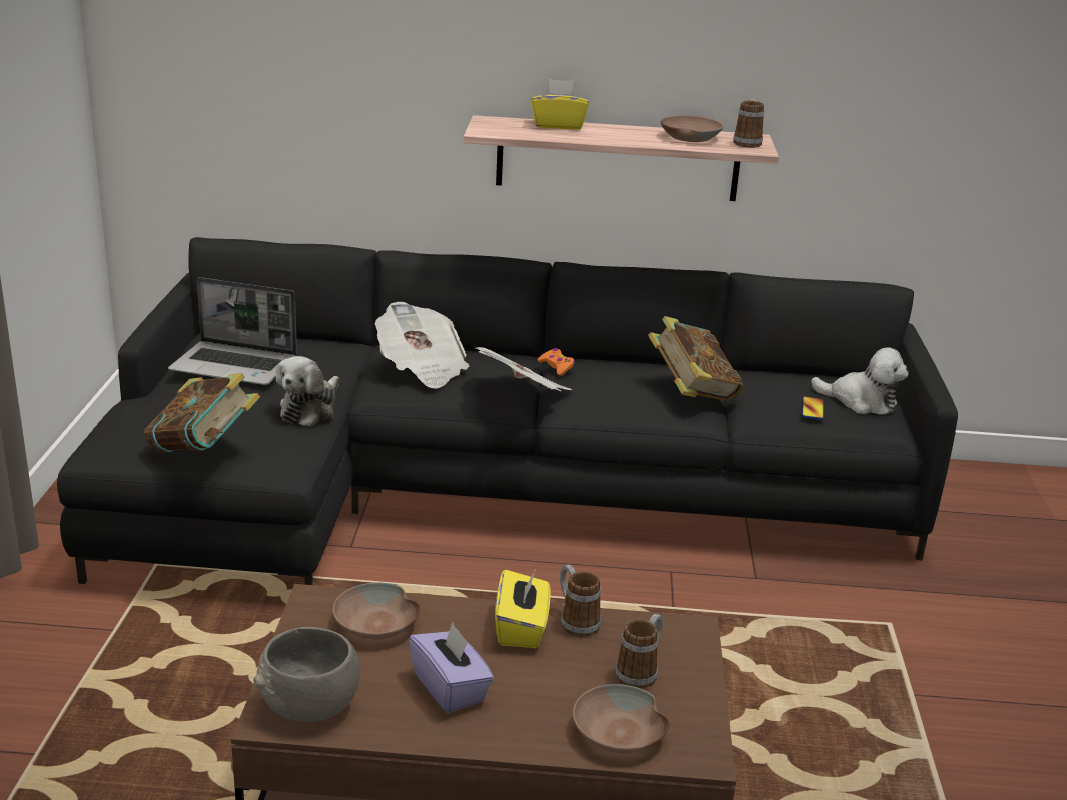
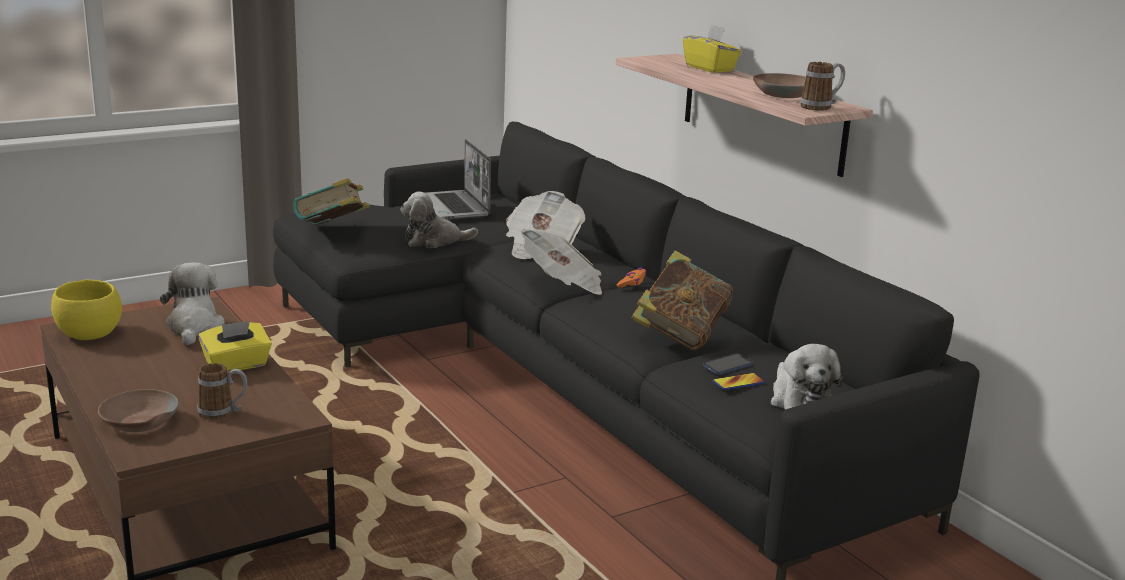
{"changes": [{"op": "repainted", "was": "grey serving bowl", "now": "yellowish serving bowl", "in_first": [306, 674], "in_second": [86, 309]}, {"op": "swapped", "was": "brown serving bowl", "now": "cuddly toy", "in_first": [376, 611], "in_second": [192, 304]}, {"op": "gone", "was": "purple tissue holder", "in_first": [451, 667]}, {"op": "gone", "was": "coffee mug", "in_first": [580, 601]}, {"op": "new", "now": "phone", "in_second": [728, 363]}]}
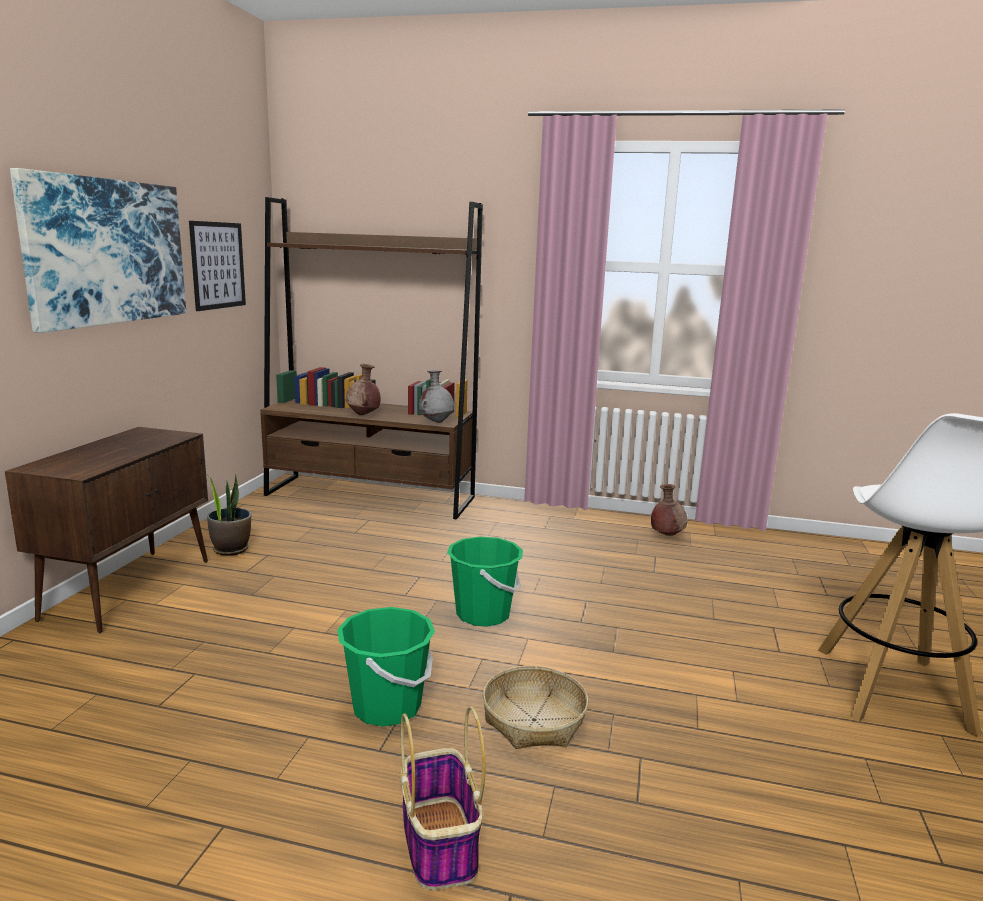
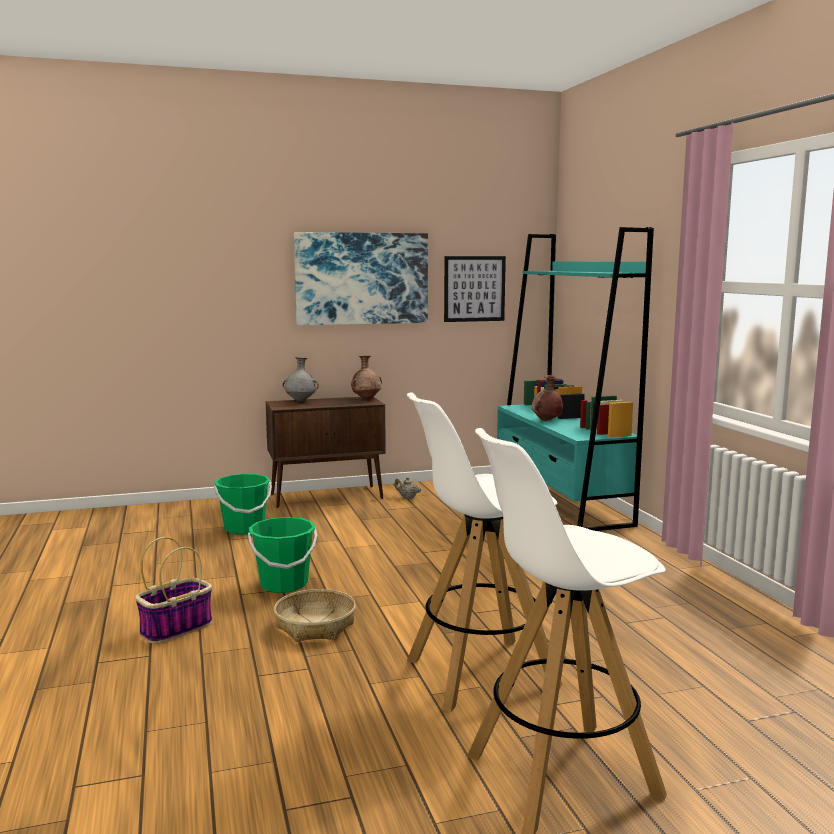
{"changes": [{"op": "swapped", "was": "potted plant", "now": "beige-coloured teapot", "in_first": [229, 515], "in_second": [408, 488]}, {"op": "repainted", "was": "brown bookshelf", "now": "turquoise bookshelf", "in_first": [371, 358], "in_second": [575, 379]}, {"op": "shifted", "was": "grey flower vase", "in_first": [436, 396], "in_second": [300, 379]}, {"op": "shifted", "was": "green-coloured pail", "in_first": [485, 582], "in_second": [243, 504]}, {"op": "shifted", "was": "brown flower vase", "in_first": [669, 510], "in_second": [366, 377]}, {"op": "new", "now": "white stool seat", "in_second": [484, 552]}]}
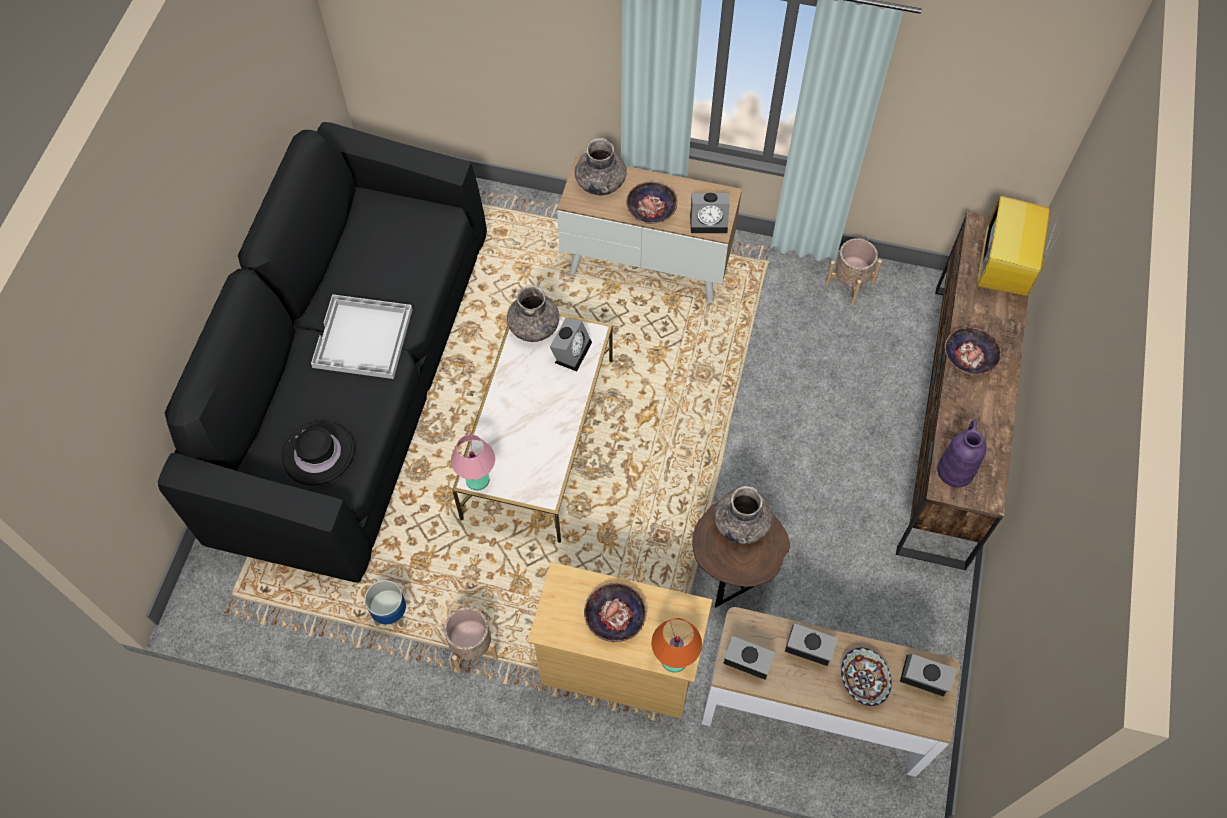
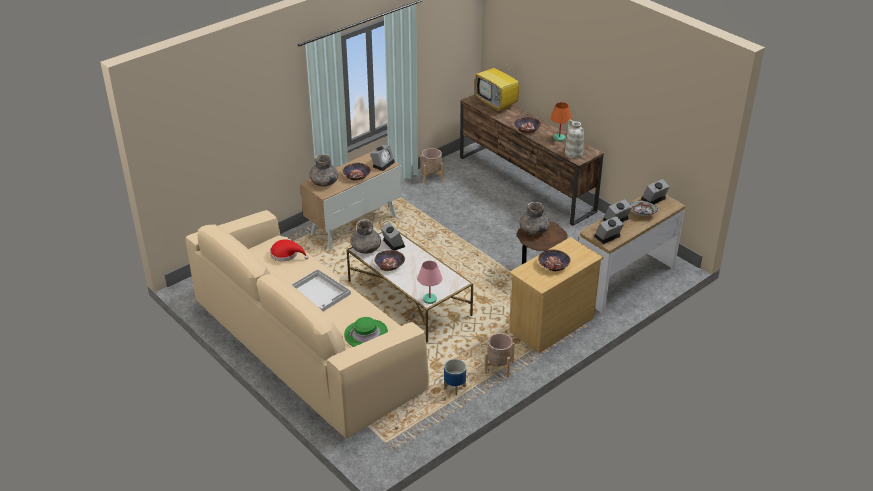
{"changes": [{"op": "repainted", "was": "blackish sofa", "now": "beige-coloured sofa", "in_first": [322, 352], "in_second": [307, 324]}, {"op": "repainted", "was": "blackish clothing hat", "now": "green-coloured clothing hat", "in_first": [318, 453], "in_second": [366, 332]}, {"op": "shifted", "was": "orange tabletop lamp", "in_first": [676, 645], "in_second": [561, 122]}, {"op": "repainted", "was": "purple flower vase", "now": "white flower vase", "in_first": [961, 453], "in_second": [574, 139]}, {"op": "new", "now": "red clothing hat", "in_second": [289, 250]}, {"op": "new", "now": "serving bowl", "in_second": [389, 260]}]}
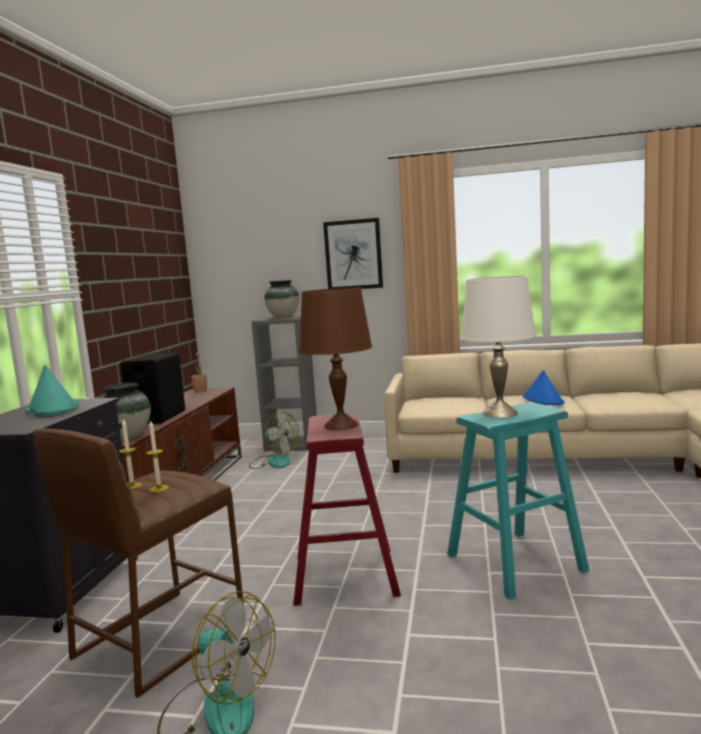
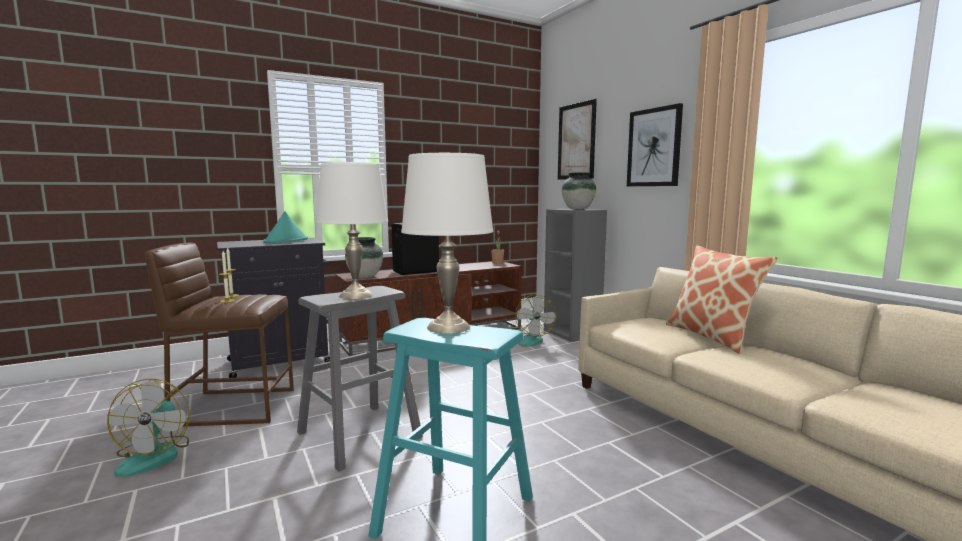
{"changes": [{"op": "repainted", "was": "red stool seat", "now": "grey stool seat", "in_first": [347, 509], "in_second": [360, 379]}, {"op": "repainted", "was": "brown tabletop lamp", "now": "white tabletop lamp", "in_first": [335, 358], "in_second": [352, 231]}, {"op": "gone", "was": "blue clothing hat", "in_first": [543, 387]}, {"op": "new", "now": "wall picture", "in_second": [577, 139]}, {"op": "new", "now": "pillow", "in_second": [722, 299]}]}
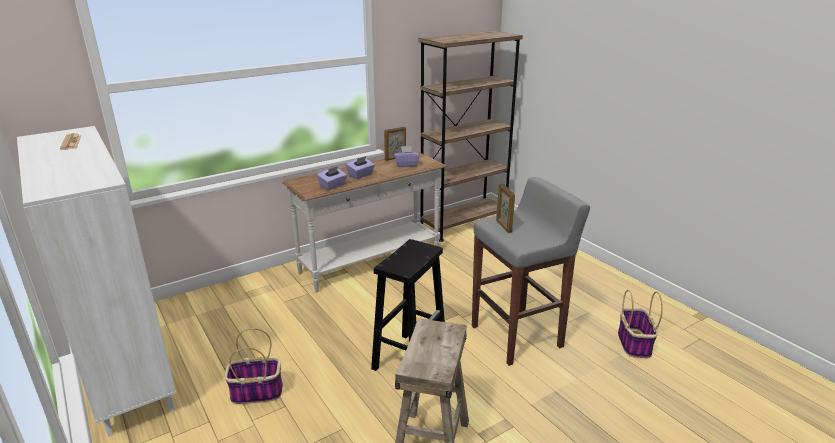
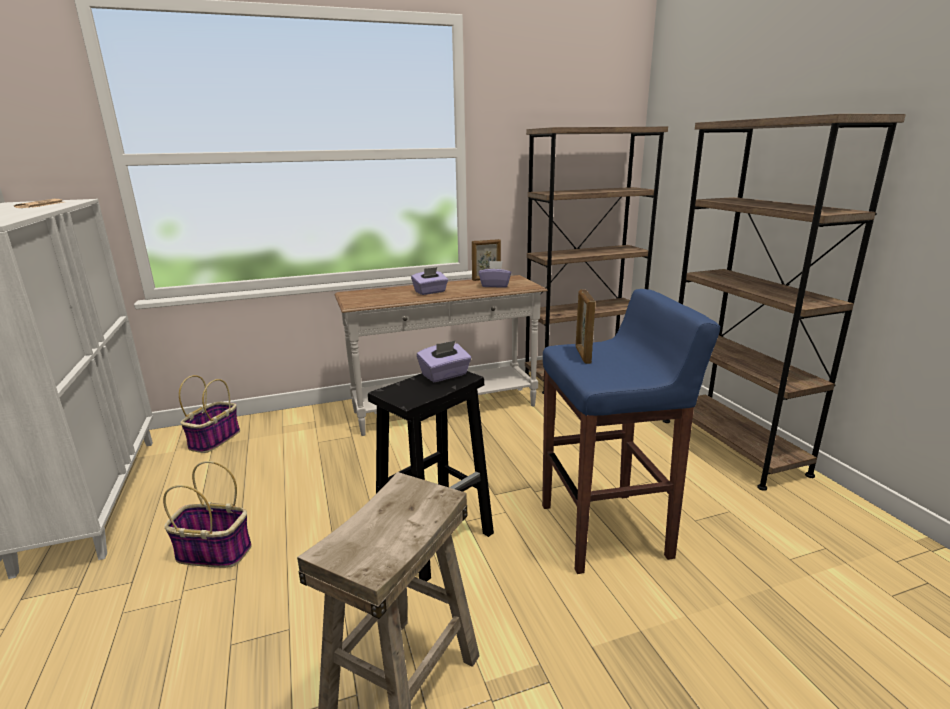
{"changes": [{"op": "shifted", "was": "purple tissue holder", "in_first": [332, 178], "in_second": [444, 361]}, {"op": "repainted", "was": "grey stool seat", "now": "blue stool seat", "in_first": [531, 271], "in_second": [631, 431]}, {"op": "shifted", "was": "household basket", "in_first": [640, 324], "in_second": [209, 414]}, {"op": "new", "now": "brown bookshelf", "in_second": [784, 302]}]}
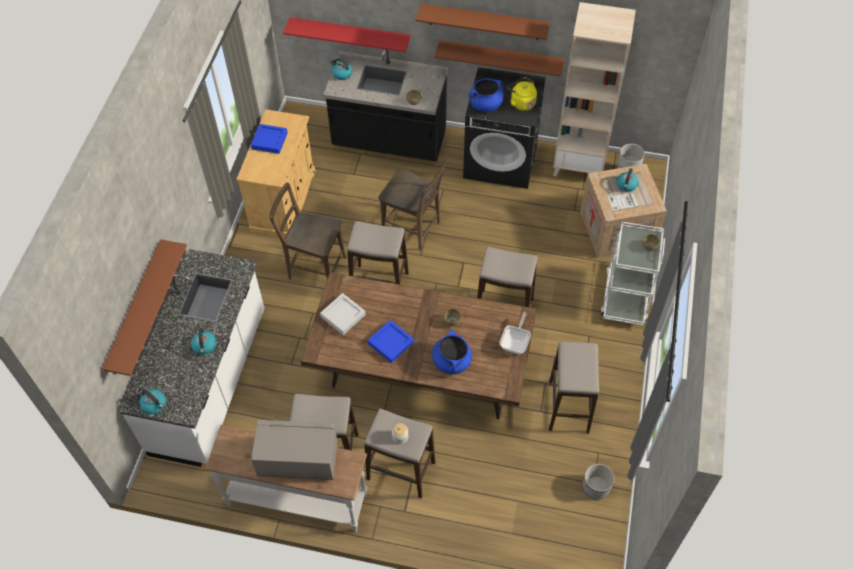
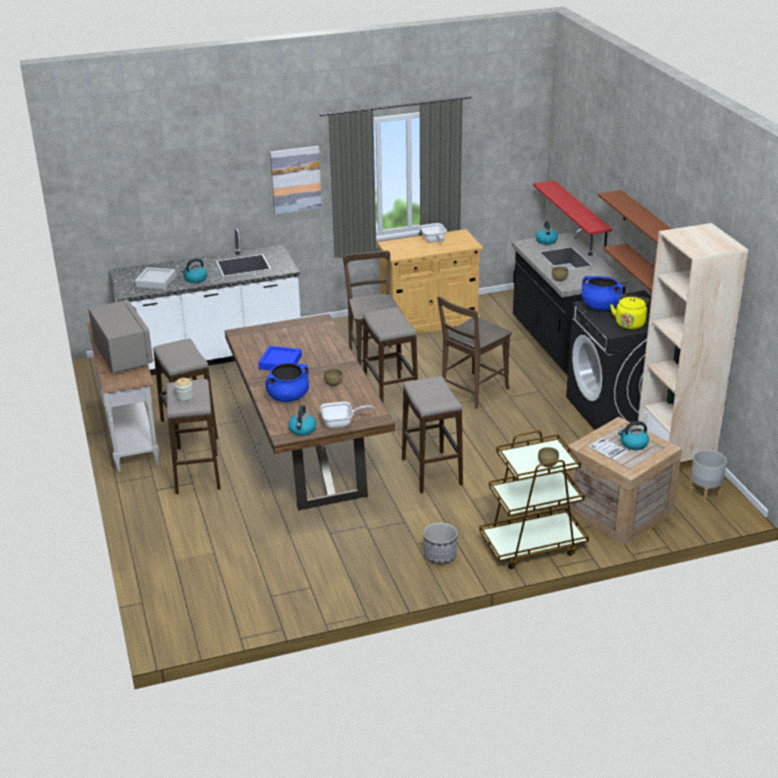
{"changes": [{"op": "gone", "was": "brown shelf", "in_first": [144, 307]}, {"op": "shifted", "was": "kettle", "in_first": [152, 401], "in_second": [302, 420]}, {"op": "swapped", "was": "blue serving tray", "now": "skillet", "in_first": [269, 139], "in_second": [433, 232]}, {"op": "shifted", "was": "grey serving tray", "in_first": [343, 314], "in_second": [155, 278]}, {"op": "rotated", "was": "brown chair", "in_first": [412, 205], "in_second": [474, 352], "clockwise": 45}, {"op": "gone", "was": "stool seat", "in_first": [574, 388]}, {"op": "shifted", "was": "flower pot", "in_first": [599, 481], "in_second": [440, 543]}, {"op": "repainted", "was": "white trolley", "now": "brown trolley", "in_first": [633, 274], "in_second": [534, 499]}, {"op": "new", "now": "wall picture", "in_second": [296, 180]}]}
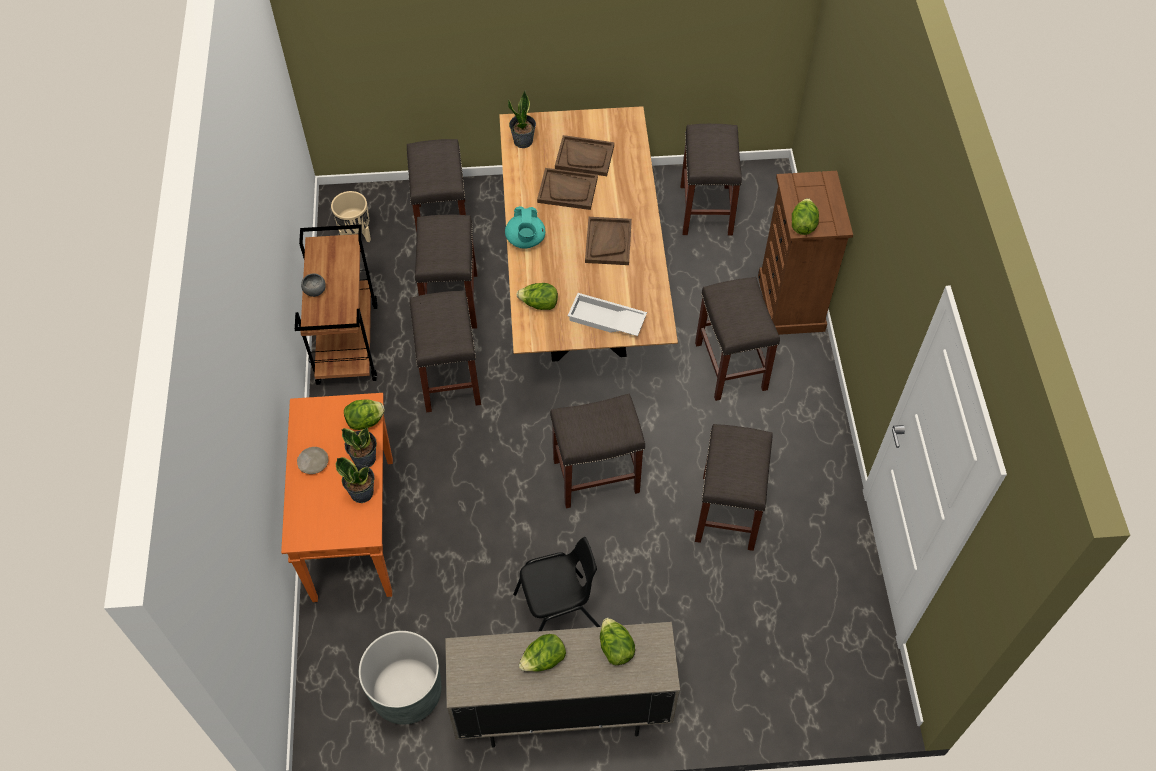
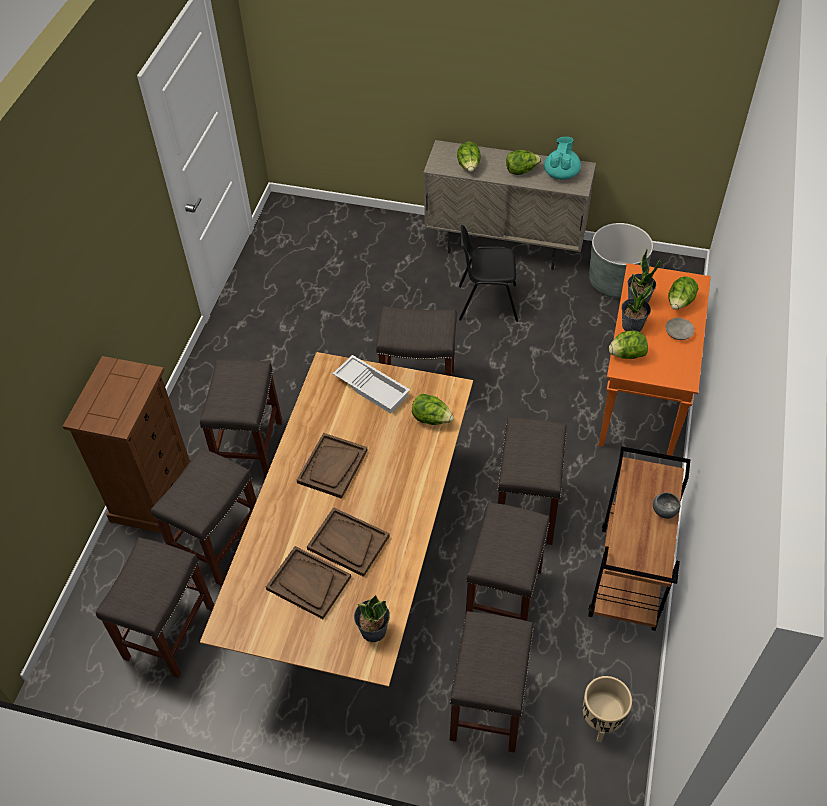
{"changes": [{"op": "shifted", "was": "turquoise teapot", "in_first": [525, 227], "in_second": [562, 158]}, {"op": "shifted", "was": "grey stool seat", "in_first": [734, 487], "in_second": [204, 516]}, {"op": "shifted", "was": "lettuce", "in_first": [805, 216], "in_second": [683, 293]}]}
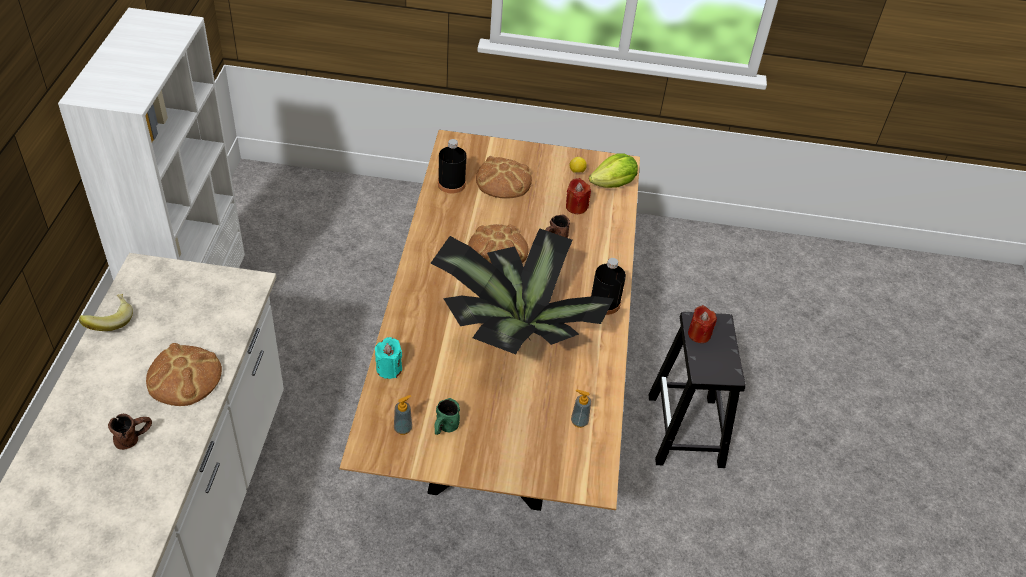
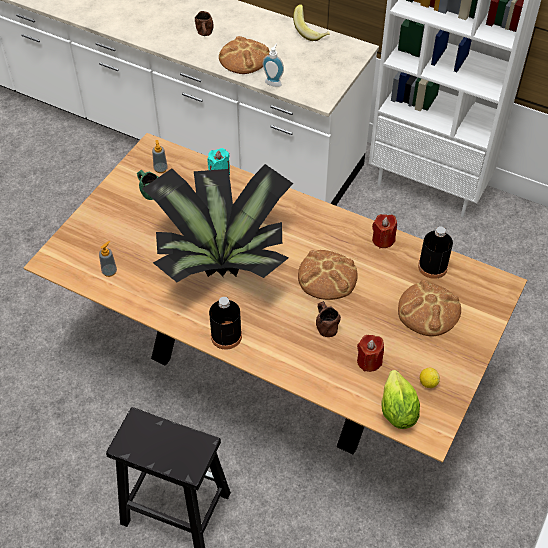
{"changes": [{"op": "shifted", "was": "red wax candle", "in_first": [702, 324], "in_second": [384, 231]}, {"op": "new", "now": "soap dispenser", "in_second": [273, 65]}]}
